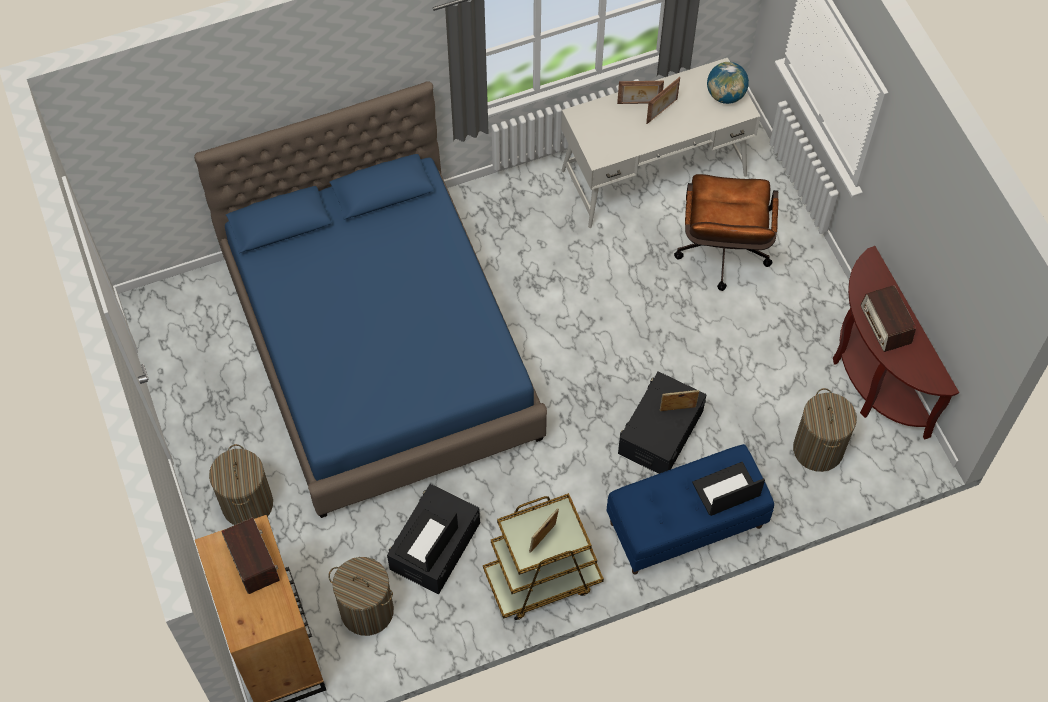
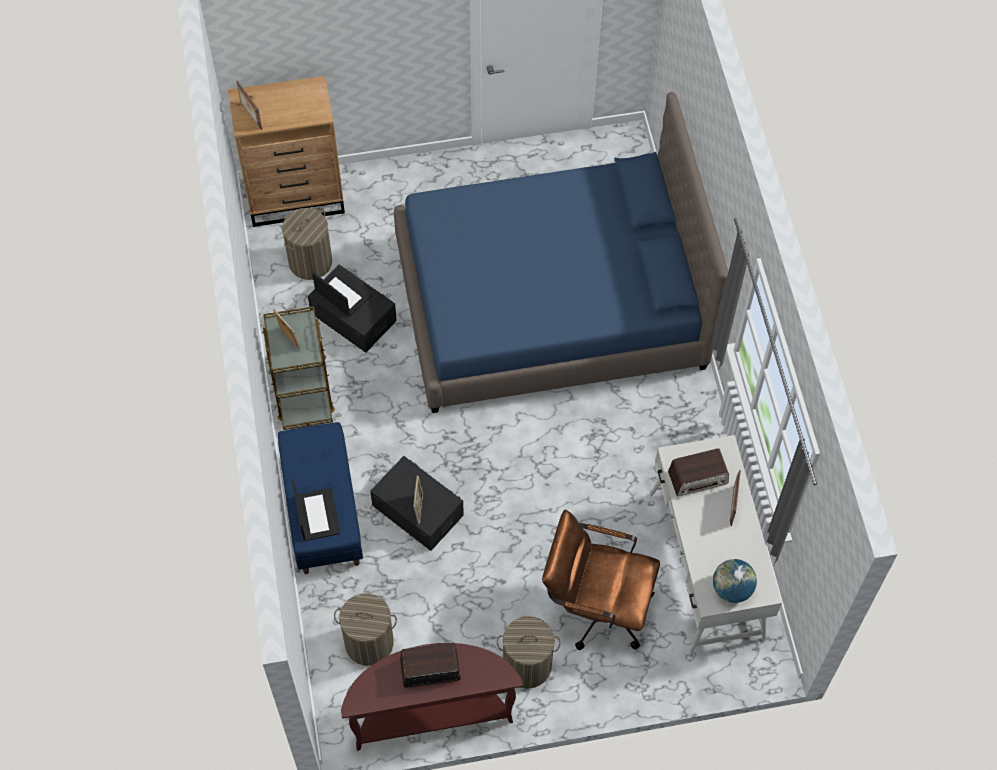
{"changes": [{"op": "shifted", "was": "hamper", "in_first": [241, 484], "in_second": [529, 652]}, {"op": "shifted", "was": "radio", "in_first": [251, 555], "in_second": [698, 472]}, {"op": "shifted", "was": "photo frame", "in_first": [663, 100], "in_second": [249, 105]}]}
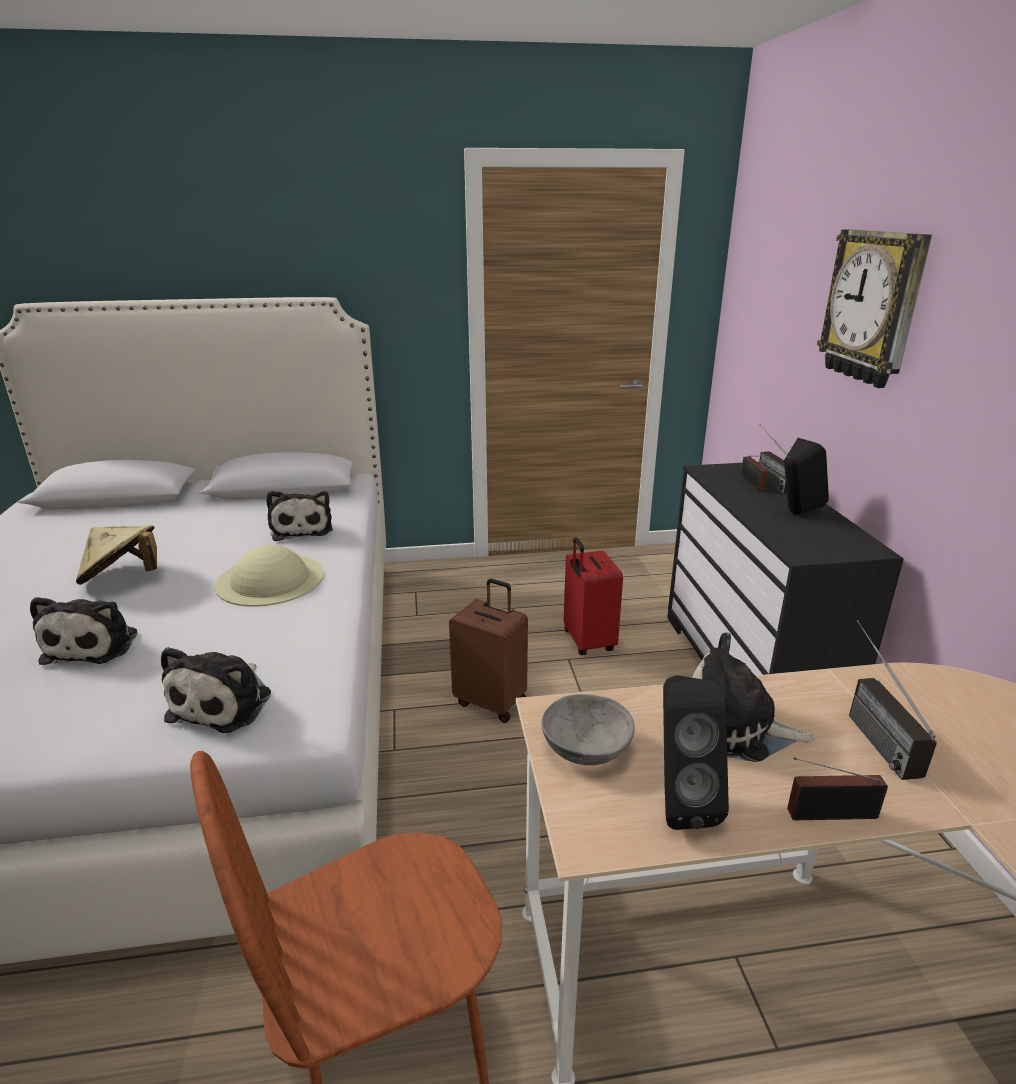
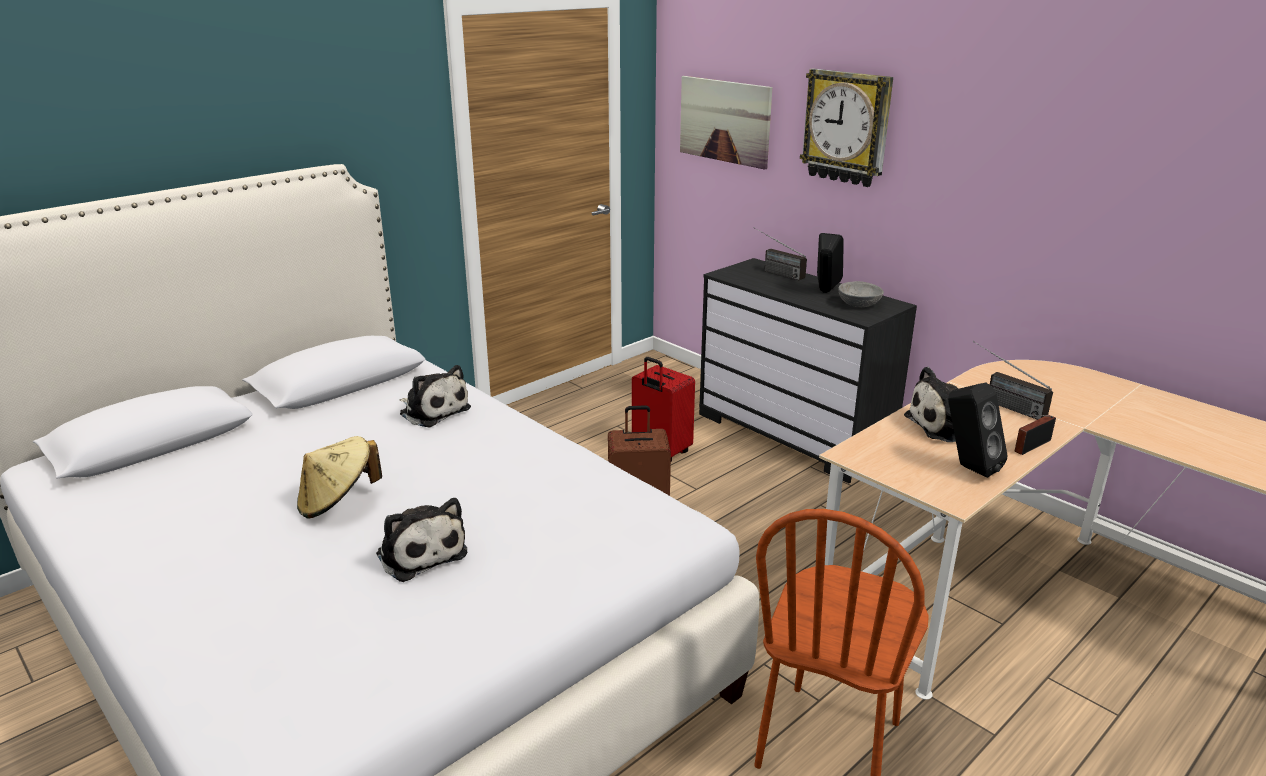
{"changes": [{"op": "gone", "was": "cuddly toy", "in_first": [216, 690]}, {"op": "gone", "was": "beige-coloured clothing hat", "in_first": [269, 576]}, {"op": "shifted", "was": "grey serving bowl", "in_first": [588, 729], "in_second": [861, 294]}, {"op": "gone", "was": "radio", "in_first": [756, 473]}, {"op": "new", "now": "wall picture", "in_second": [726, 123]}]}
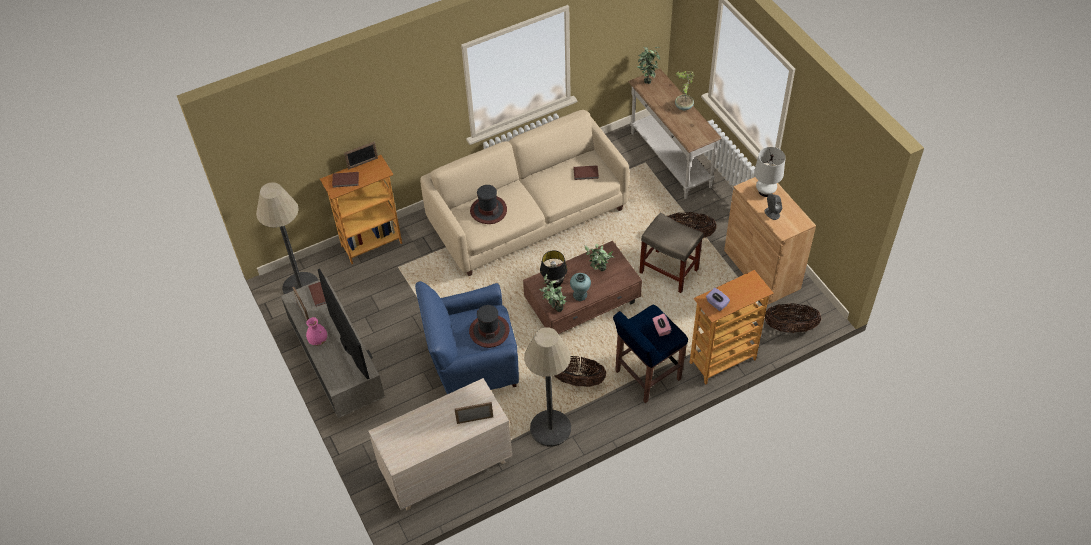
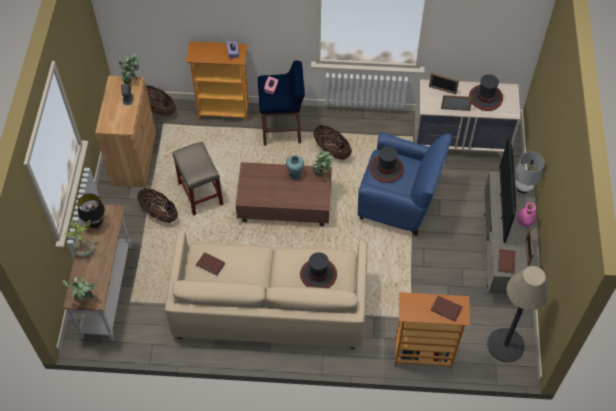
{"changes": [{"op": "shifted", "was": "photo frame", "in_first": [361, 155], "in_second": [457, 103]}, {"op": "gone", "was": "floor lamp", "in_first": [547, 387]}, {"op": "shifted", "was": "blackish tabletop lamp", "in_first": [553, 270], "in_second": [91, 211]}, {"op": "shifted", "was": "potted plant", "in_first": [600, 257], "in_second": [128, 68]}, {"op": "shifted", "was": "white tabletop lamp", "in_first": [770, 172], "in_second": [529, 172]}, {"op": "new", "now": "clothing hat", "in_second": [486, 93]}]}
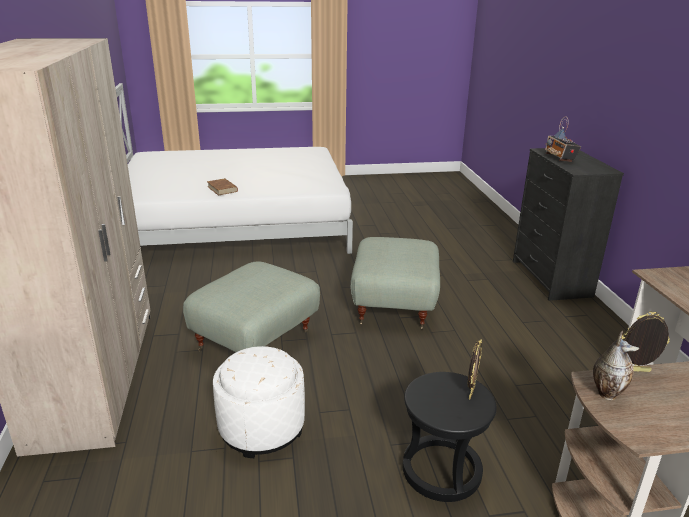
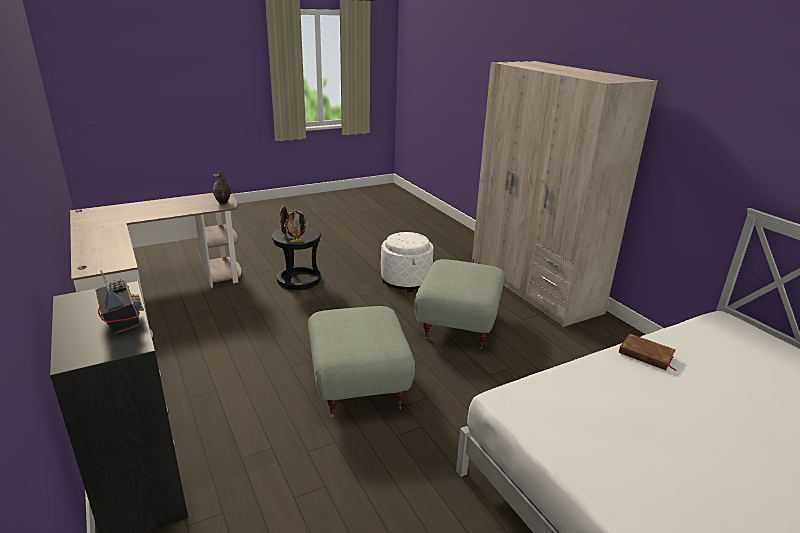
{"changes": [{"op": "shifted", "was": "photo frame", "in_first": [646, 342], "in_second": [296, 226]}]}
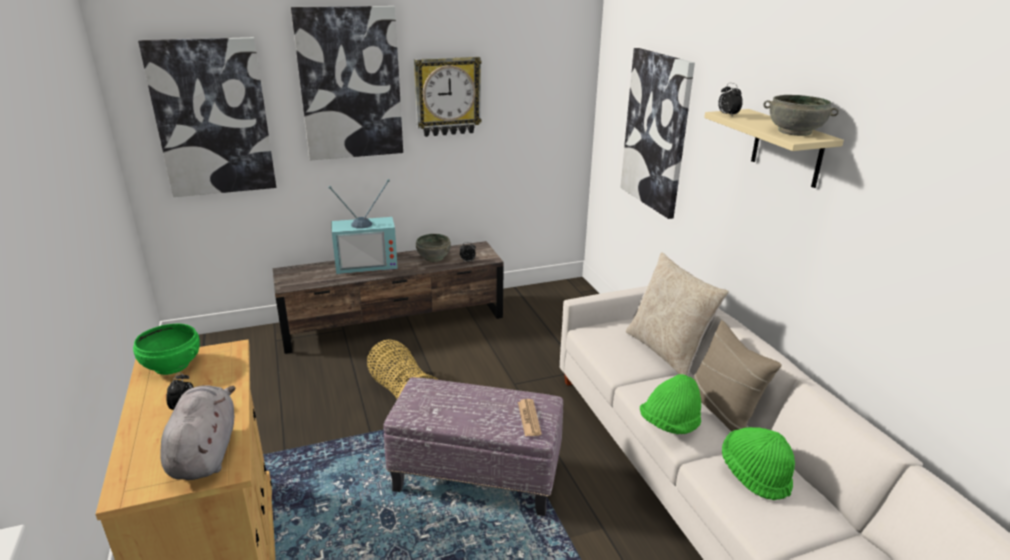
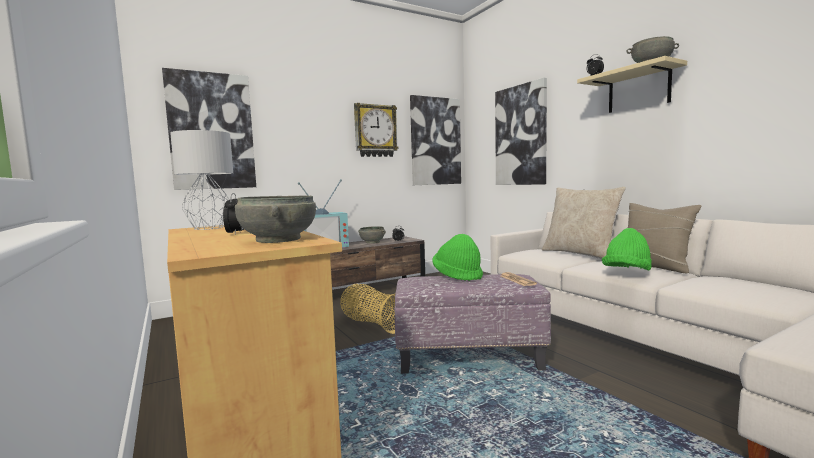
{"changes": [{"op": "swapped", "was": "green-coloured serving bowl", "now": "grey tabletop lamp", "in_first": [166, 349], "in_second": [201, 180]}, {"op": "swapped", "was": "grey cuddly toy", "now": "grey serving bowl", "in_first": [197, 432], "in_second": [275, 219]}, {"op": "shifted", "was": "wall picture", "in_first": [347, 83], "in_second": [435, 140]}, {"op": "shifted", "was": "green-coloured clothing hat", "in_first": [758, 463], "in_second": [457, 257]}]}
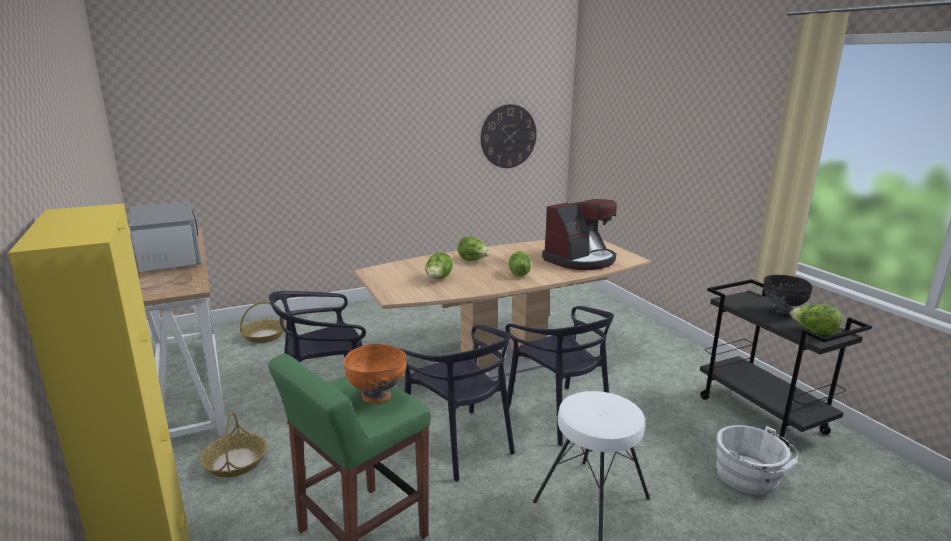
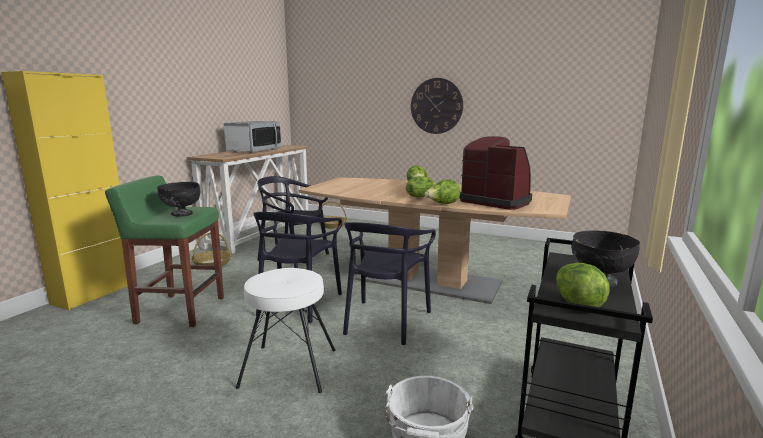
{"changes": [{"op": "repainted", "was": "orange serving bowl", "now": "blackish serving bowl", "in_first": [375, 373], "in_second": [178, 199]}, {"op": "shifted", "was": "lettuce", "in_first": [439, 265], "in_second": [442, 191]}, {"op": "shifted", "was": "wall clock", "in_first": [509, 136], "in_second": [437, 106]}, {"op": "rotated", "was": "coffee machine", "in_first": [579, 234], "in_second": [495, 173], "clockwise": -150}]}
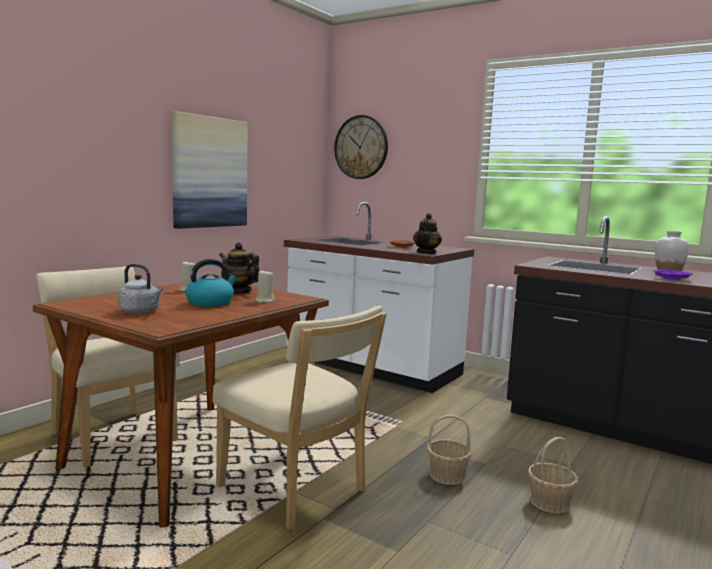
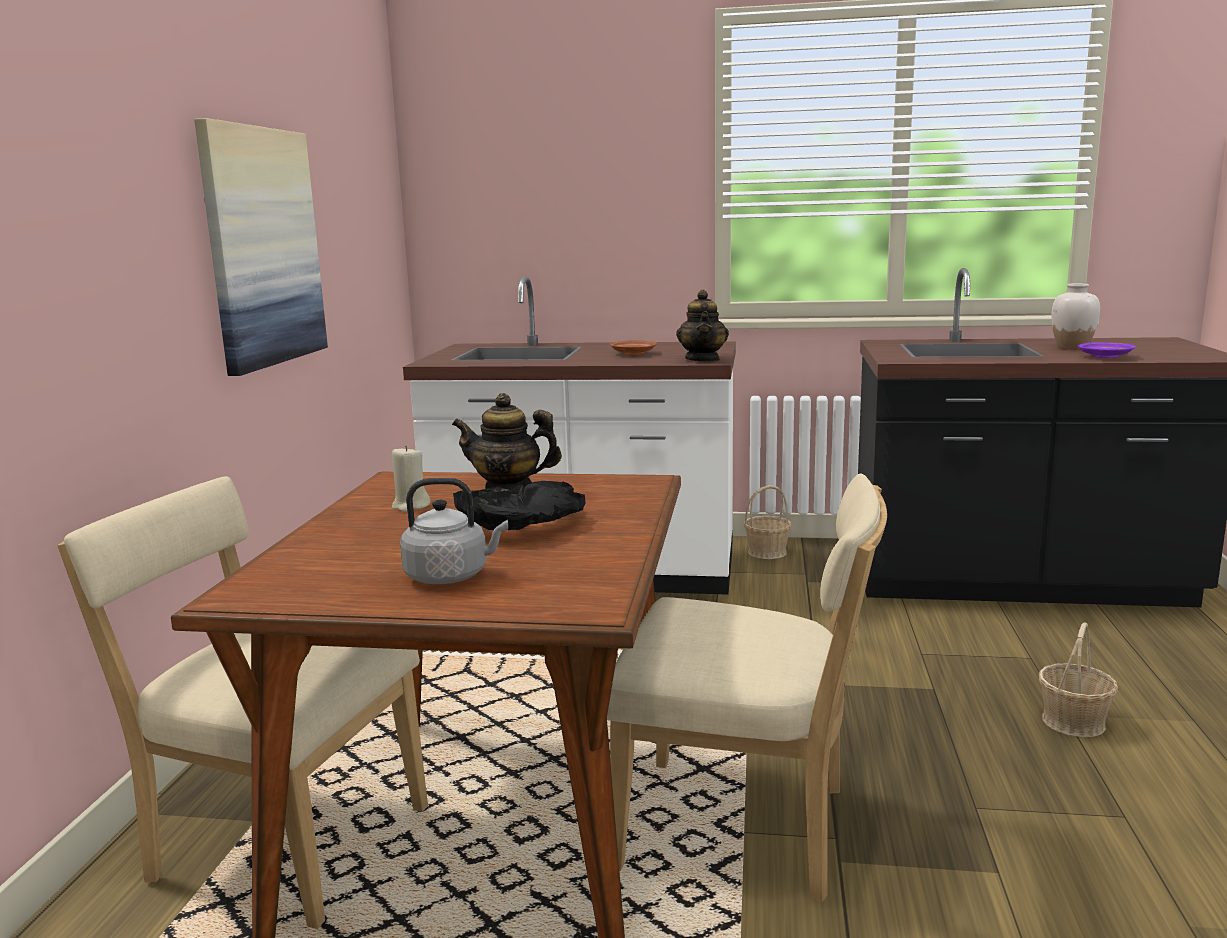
{"changes": [{"op": "swapped", "was": "kettle", "now": "blackish serving bowl", "in_first": [212, 283], "in_second": [519, 505]}, {"op": "gone", "was": "beige-coloured wax candle", "in_first": [265, 286]}, {"op": "gone", "was": "wall clock", "in_first": [361, 147]}, {"op": "shifted", "was": "household basket", "in_first": [449, 450], "in_second": [768, 522]}]}
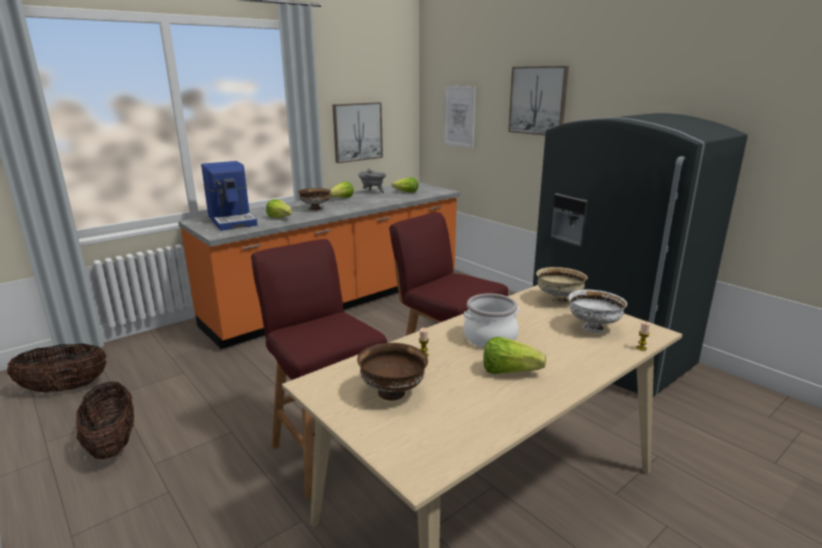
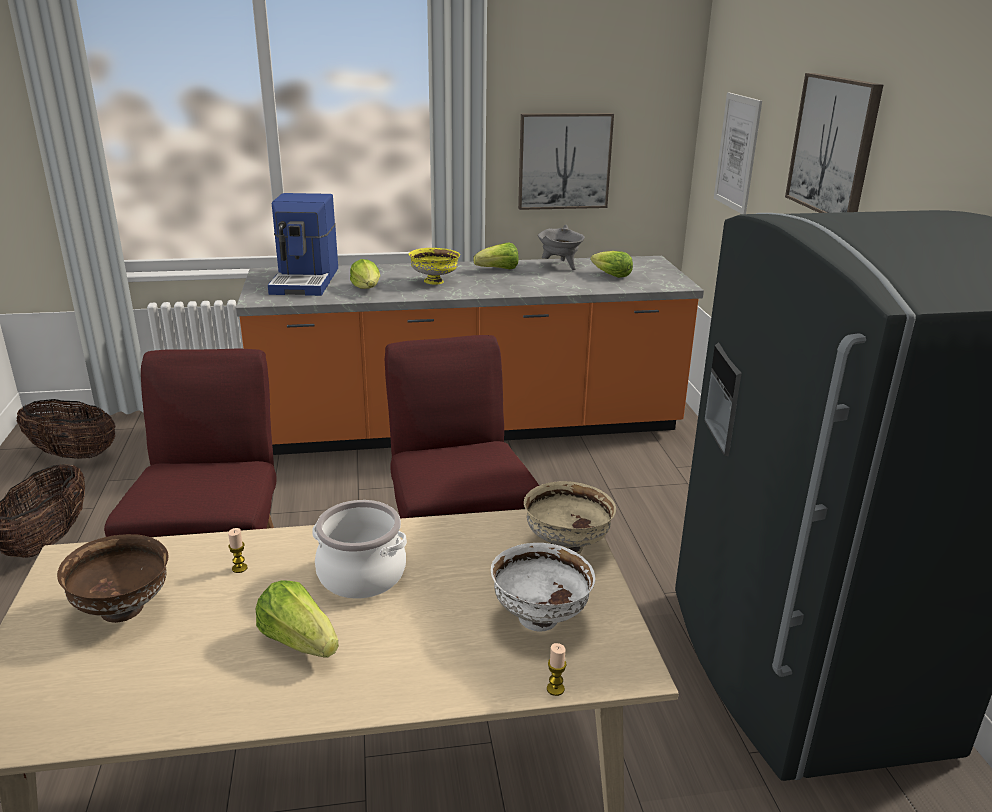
{"changes": [{"op": "repainted", "was": "brown serving bowl", "now": "yellowish serving bowl", "in_first": [314, 199], "in_second": [434, 266]}]}
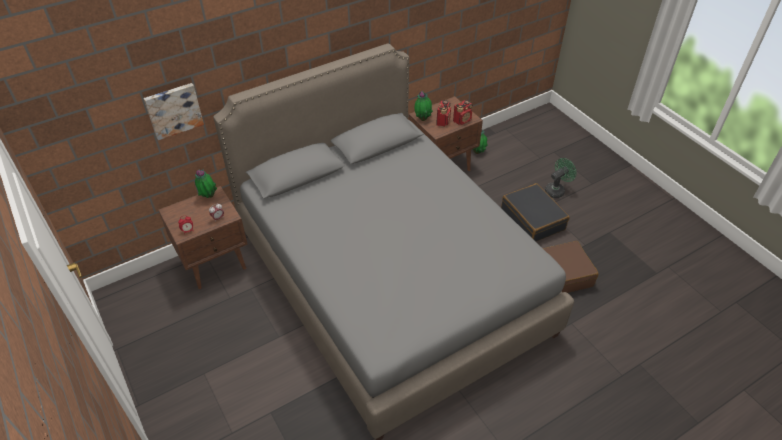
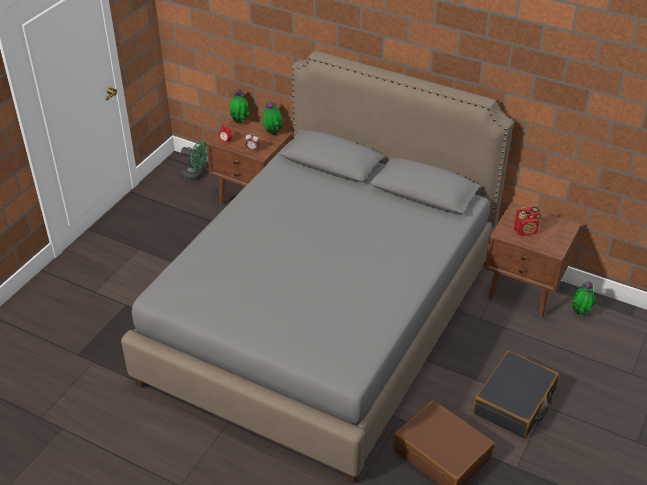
{"changes": [{"op": "gone", "was": "wall picture", "in_first": [174, 111]}, {"op": "shifted", "was": "potted plant", "in_first": [424, 106], "in_second": [239, 106]}, {"op": "gone", "was": "radio", "in_first": [463, 112]}, {"op": "shifted", "was": "green-coloured electric fan", "in_first": [561, 178], "in_second": [194, 161]}]}
